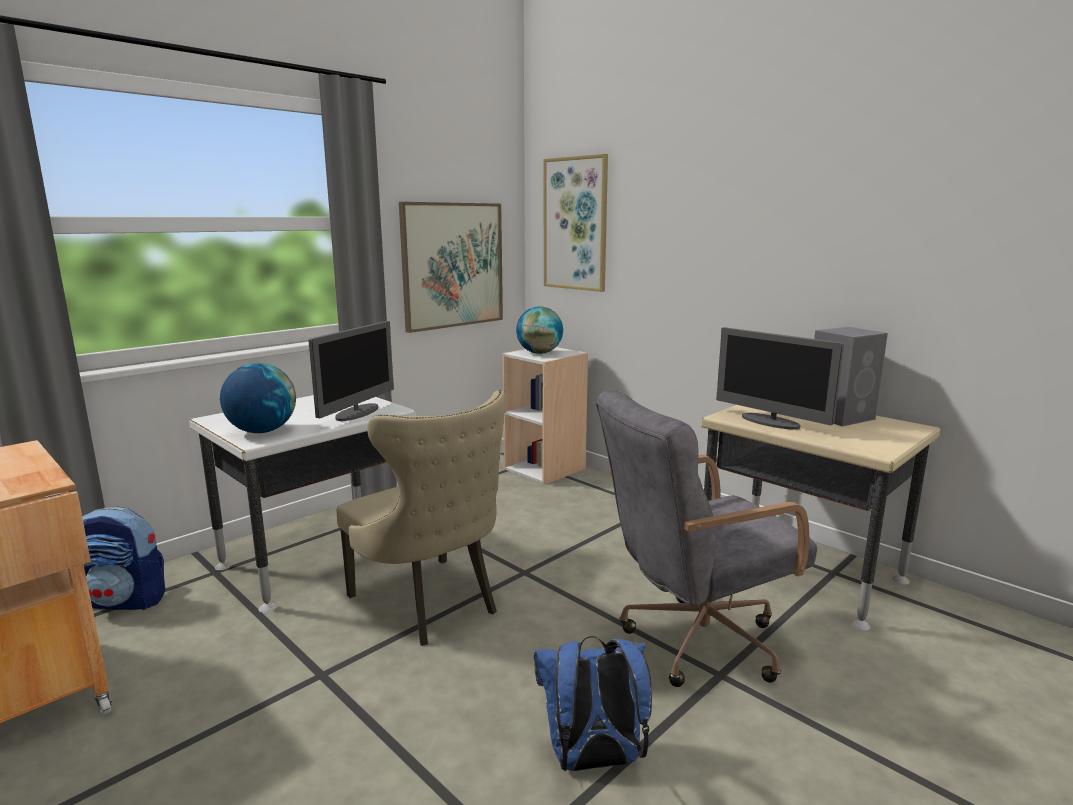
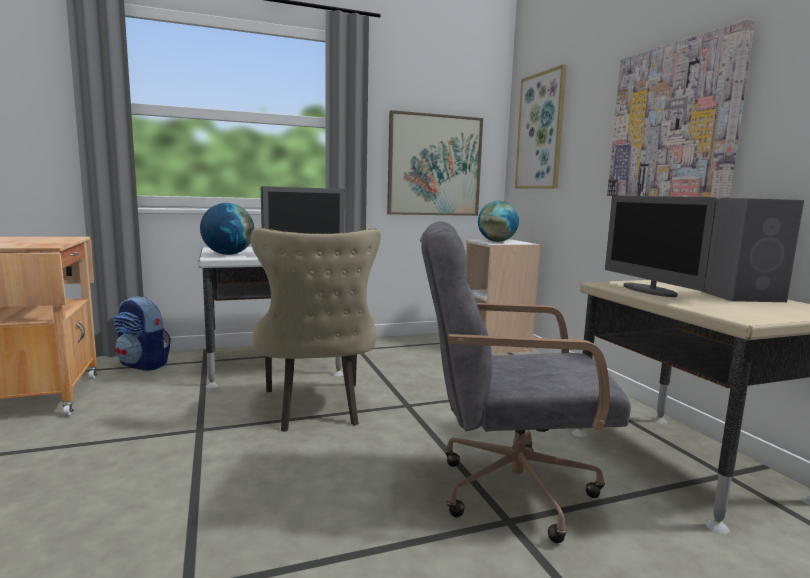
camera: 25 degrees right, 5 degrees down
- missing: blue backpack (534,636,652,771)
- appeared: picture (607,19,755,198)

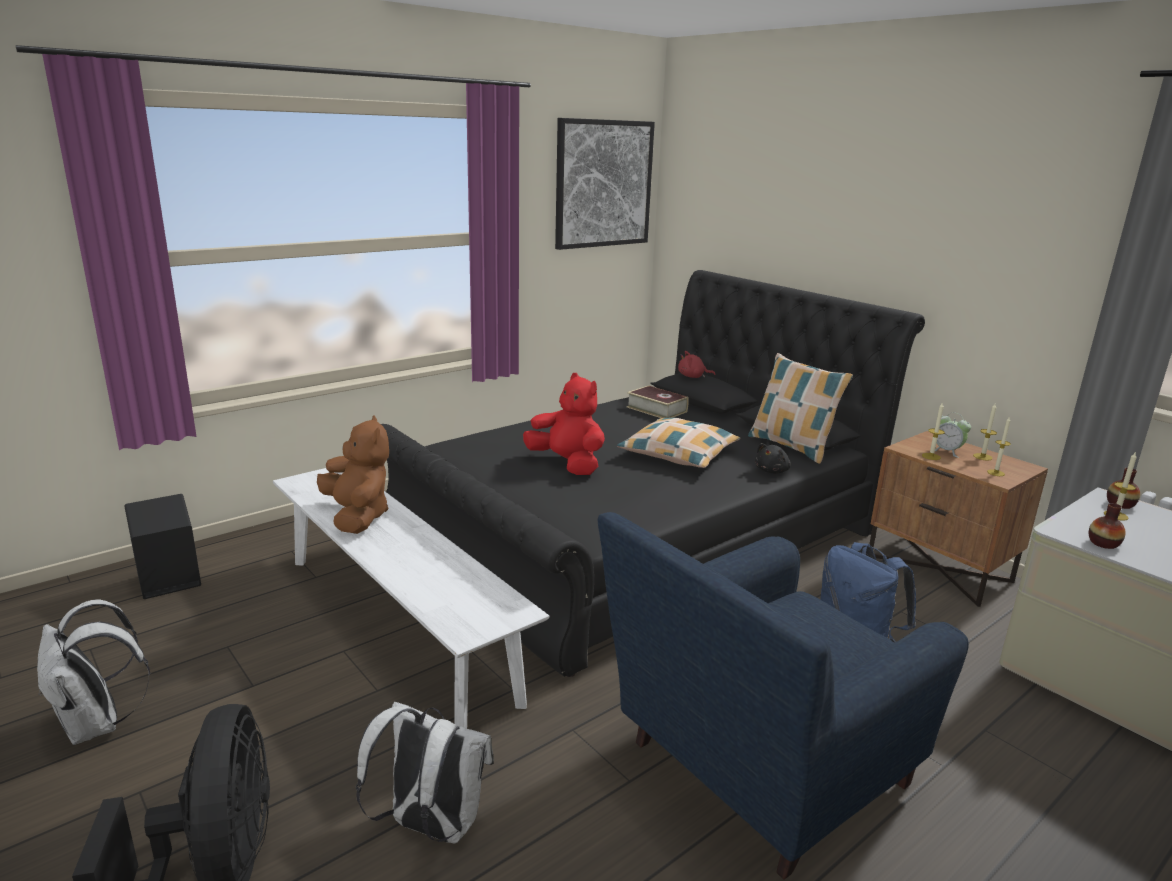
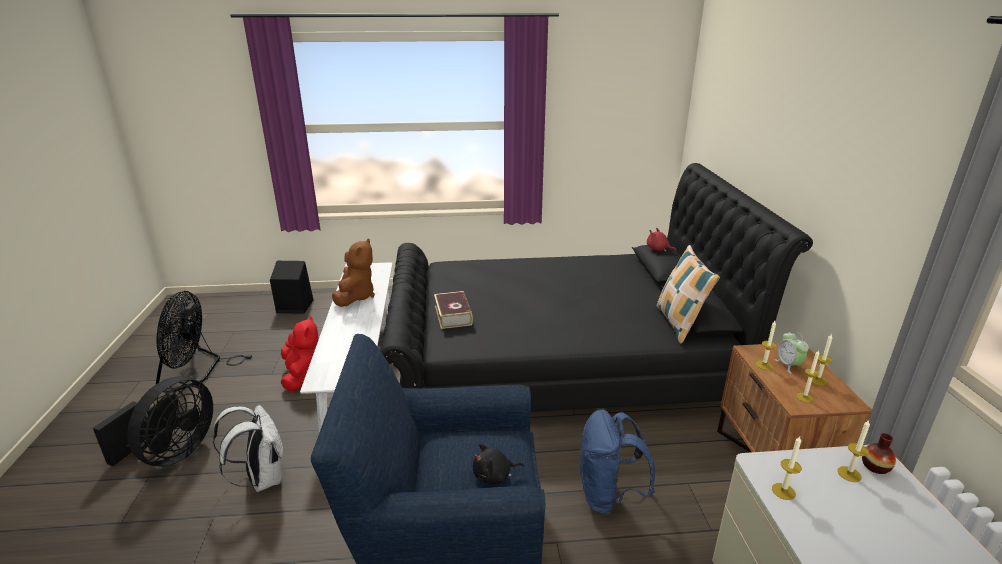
camera: 35 degrees right, 5 degrees up
- missing: picture (555,118,655,250)
- relocated: red plush toy (523,373,605,475) to (281,316,318,391)
- relocated: book (627,385,689,418) to (434,291,473,329)
- missing: pillow (617,418,740,468)
- relocated: black plush toy (755,443,791,473) to (473,444,524,484)
- exchanged: vase (1089,503,1126,549) to candle (772,436,802,500)
- exchanged: white backpack (37,599,150,745) to black fan (156,291,252,394)

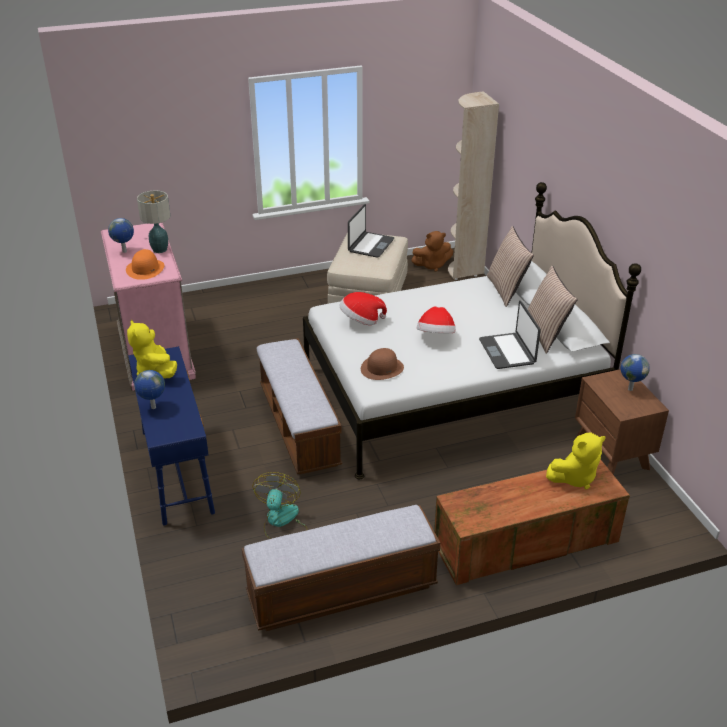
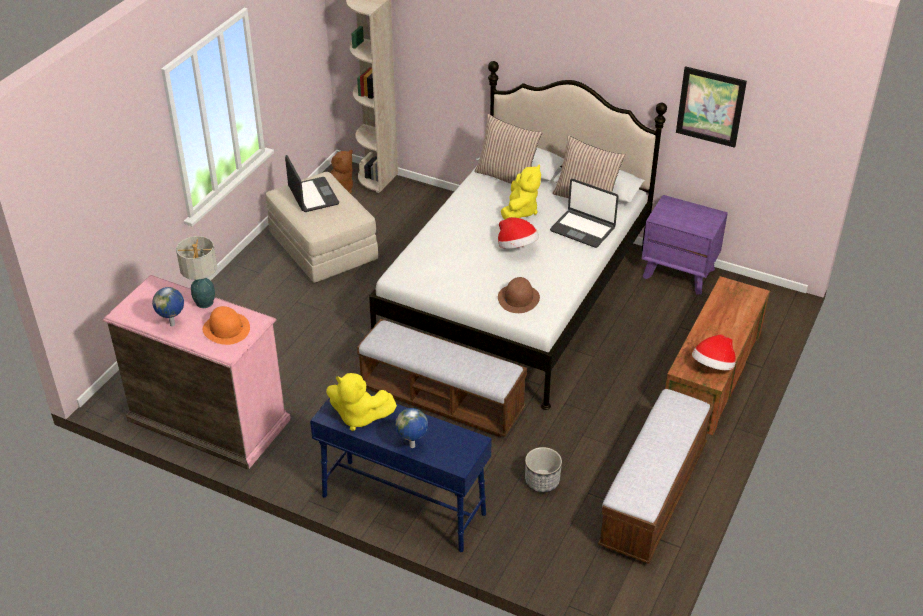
camera: 45 degrees left, 5 degrees up
- relocated: hat (339,292,387,325) to (692,335,736,370)
- missing: globe (620,354,650,391)
- colour: brown nightstand (575,369,669,475) to purple nightstand (642,195,728,295)
- relocated: yellow plush toy (546,432,605,489) to (501,164,541,220)
- exchanged: fan (252,472,308,539) to planter (525,447,562,492)
- appeared: picture (676,66,747,148)

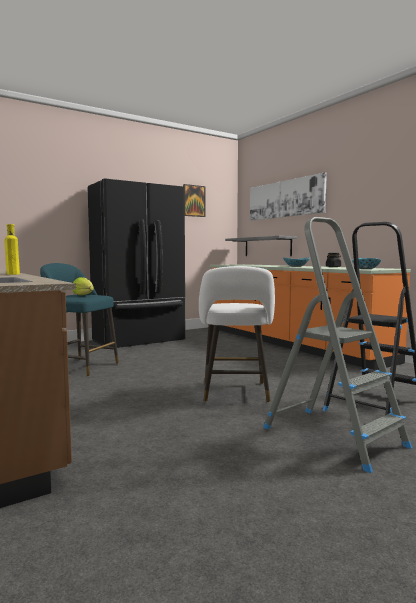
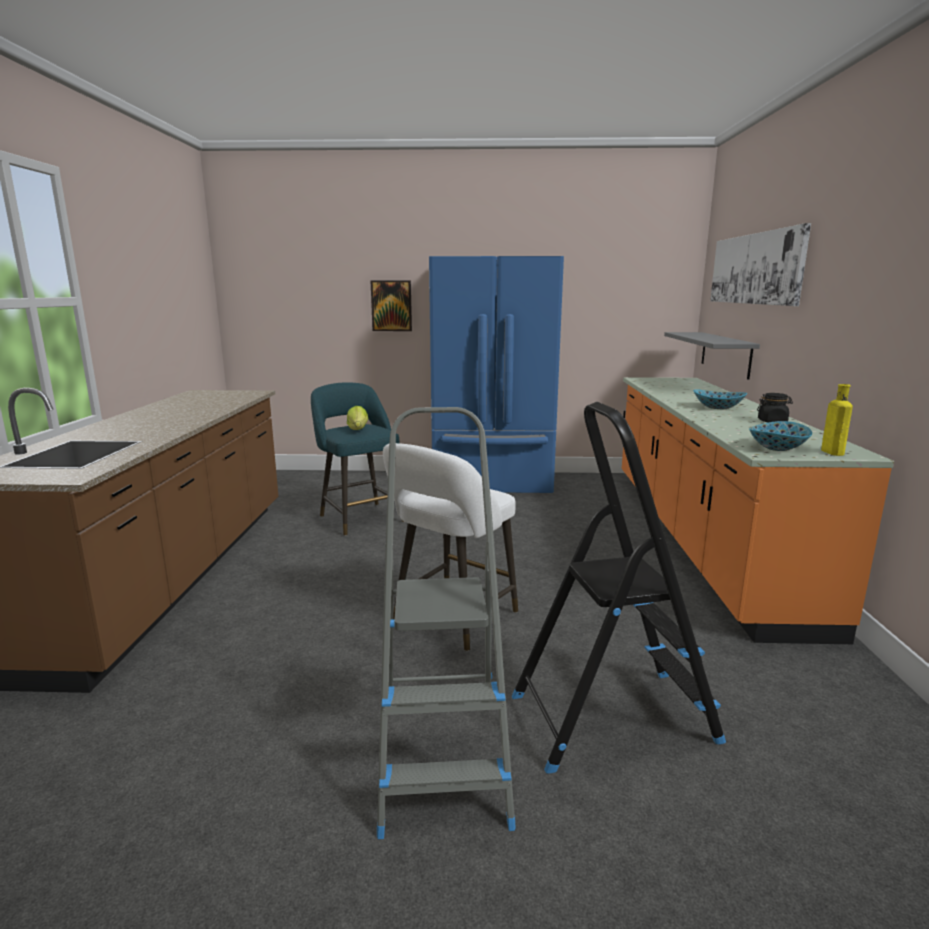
camera: 35 degrees right, 10 degrees up
- colour: black fridge (88,179,185,348) to blue fridge (429,256,564,493)
- relocated: picture (183,184,205,217) to (370,280,412,331)
- relocated: yellow bottle (5,224,20,275) to (821,384,853,456)

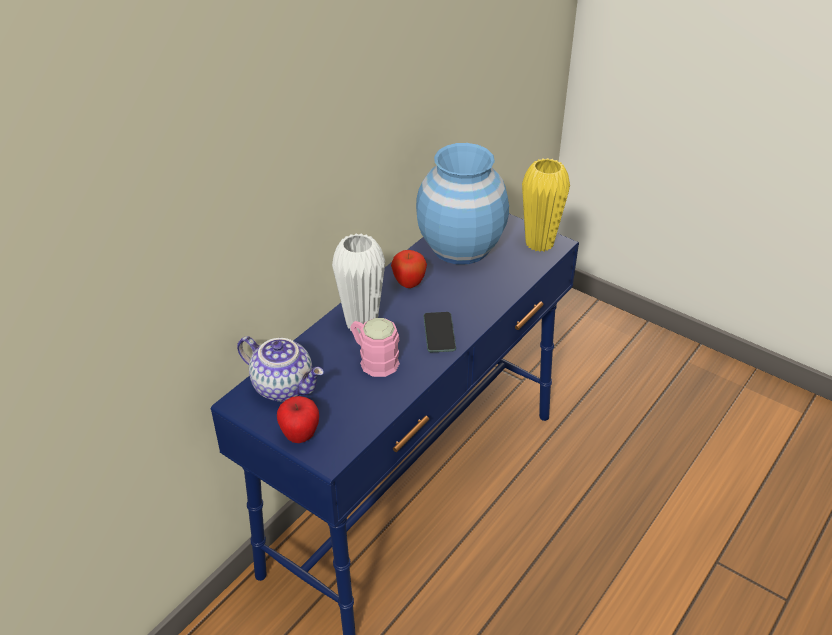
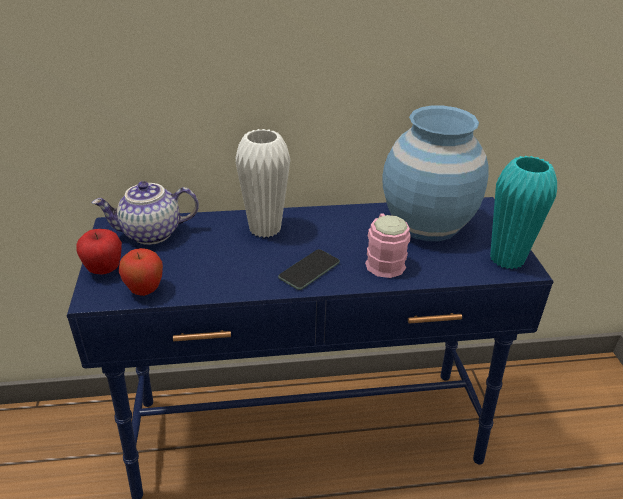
camera: 45 degrees right, 5 degrees down
- colour: yellow vase (522,158,570,252) to turquoise vase (490,156,557,269)
- relocated: apple (391,250,427,288) to (119,248,163,296)
- relocated: pink mug (350,318,400,377) to (365,213,411,278)
- spun: teapot (237,336,324,401) = (92,181,199,245) 90 degrees clockwise

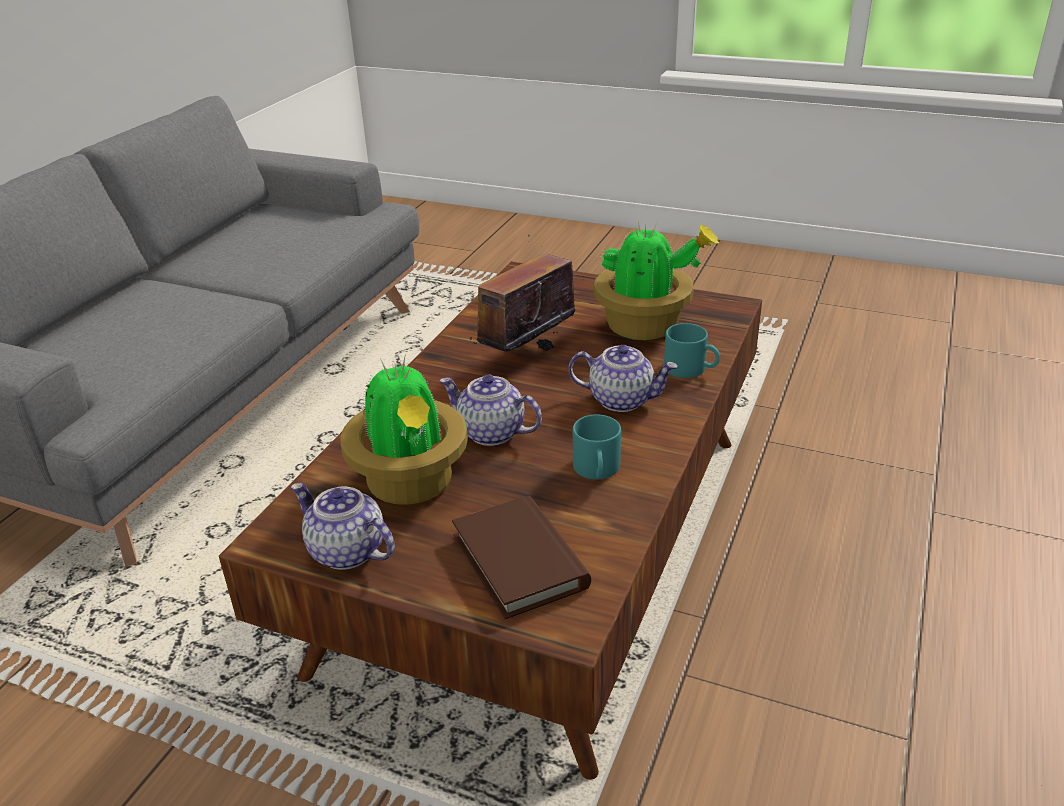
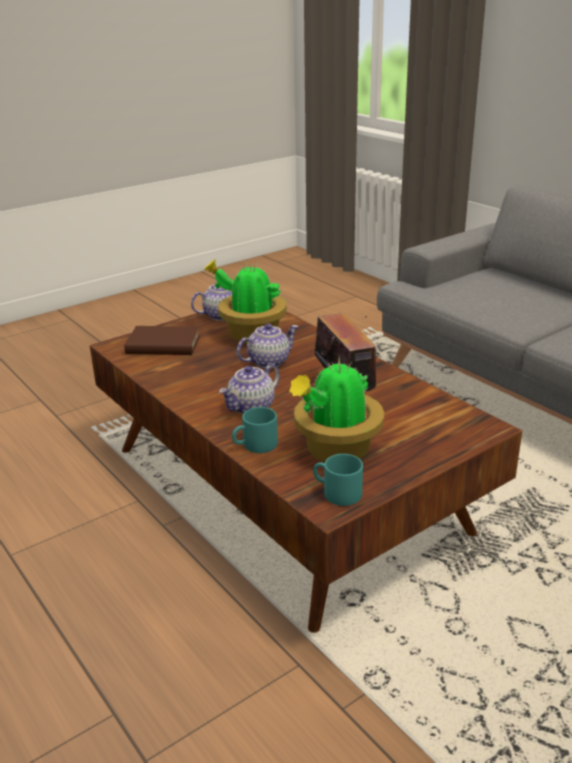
camera: 120 degrees right, 5 degrees down
- relocated: turquoise mug (573,414,621,480) to (313,454,363,506)

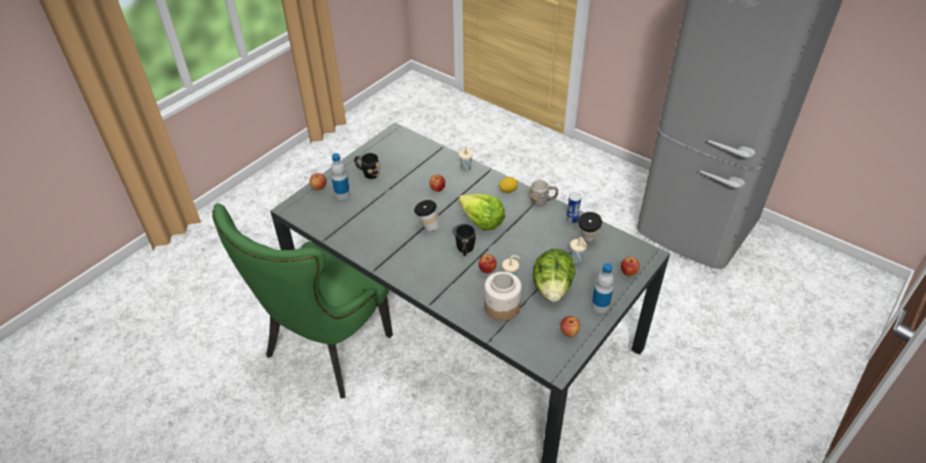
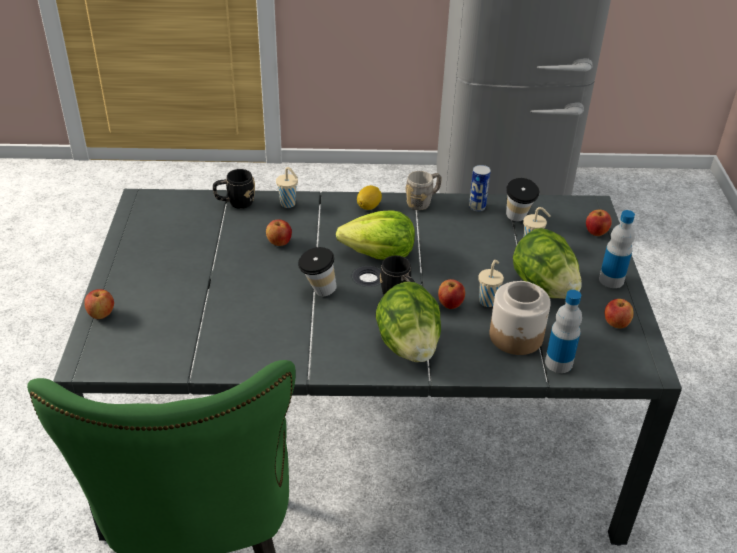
camera: 40 degrees left, 5 degrees down
- relocated: bottle (331,153,350,200) to (545,290,582,373)
- relocated: black mug (354,153,380,179) to (213,169,255,209)
- appeared: lettuce (376,282,441,362)

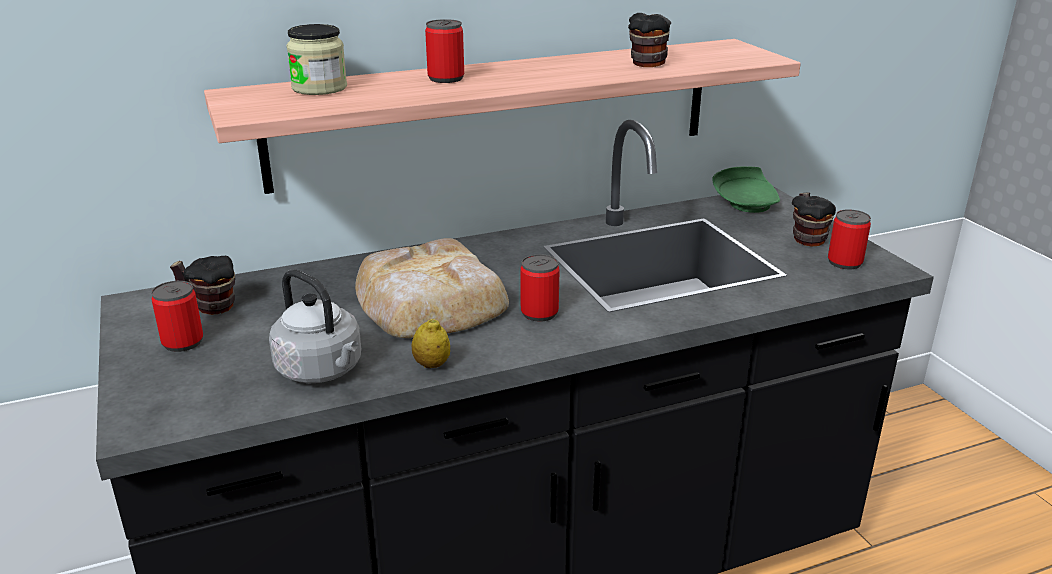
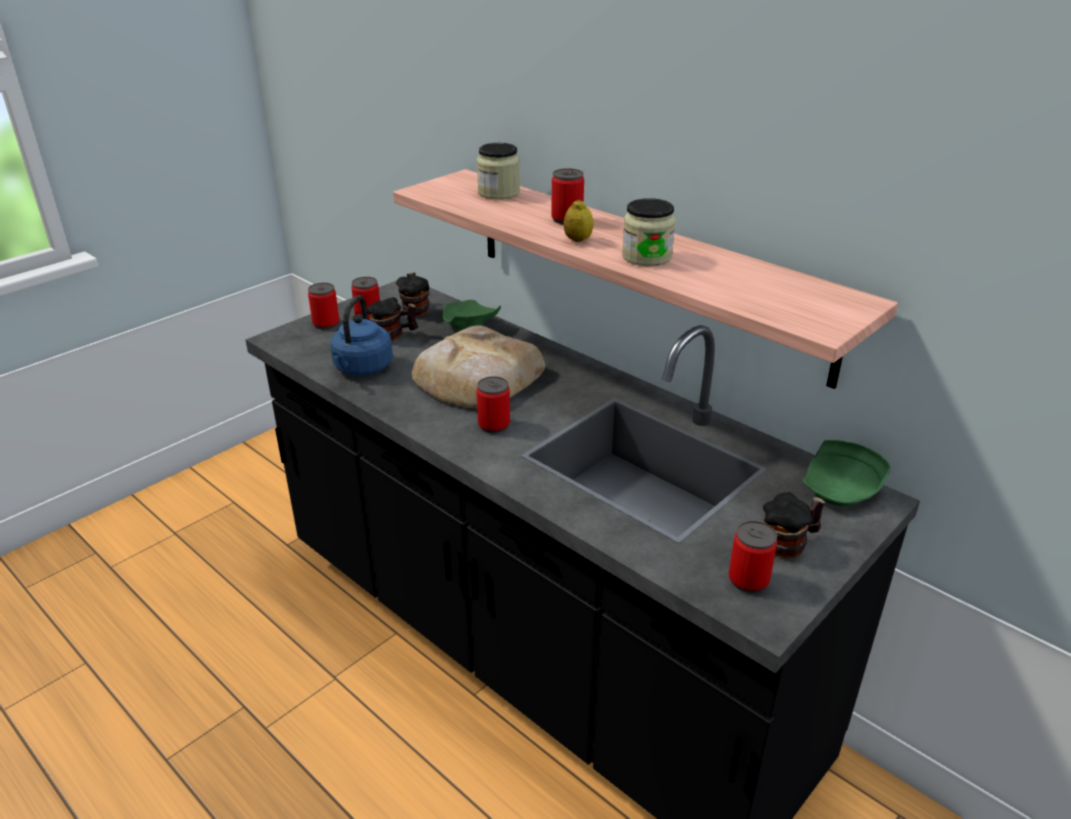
camera: 65 degrees right, 5 degrees up
- relocated: mug (628,13,671,67) to (367,297,418,341)
- colour: grey kettle (269,269,361,383) to blue kettle (330,295,393,376)
- relocated: lemon (412,318,450,368) to (564,200,594,242)
- appeared: jar (622,198,675,266)
- appeared: can (308,283,339,330)
- appeared: green plate (443,300,501,330)

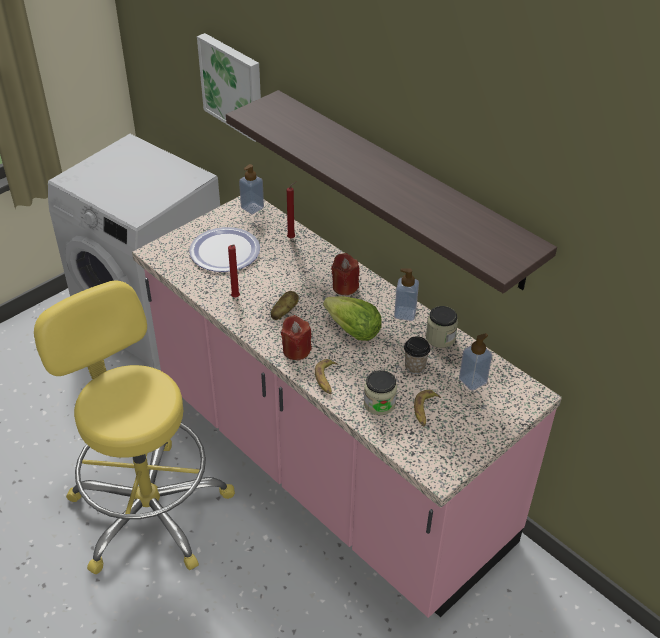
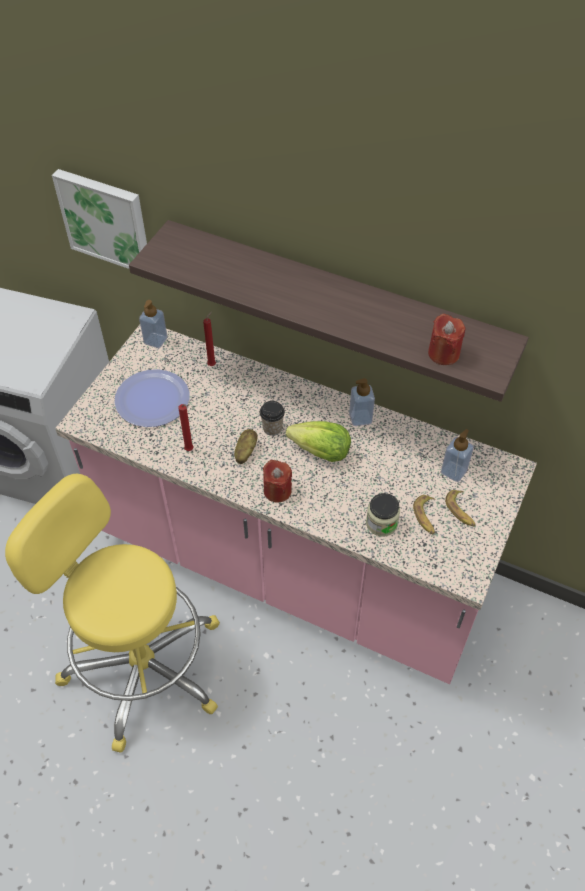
camera: 20 degrees left, 10 degrees up
- relocated: red candle (331,253,359,295) to (428,313,465,365)
- missing: jar (426,306,458,348)
- relocated: cup (404,336,430,374) to (260,401,285,436)
- relocated: banana (315,359,338,394) to (445,490,476,526)

